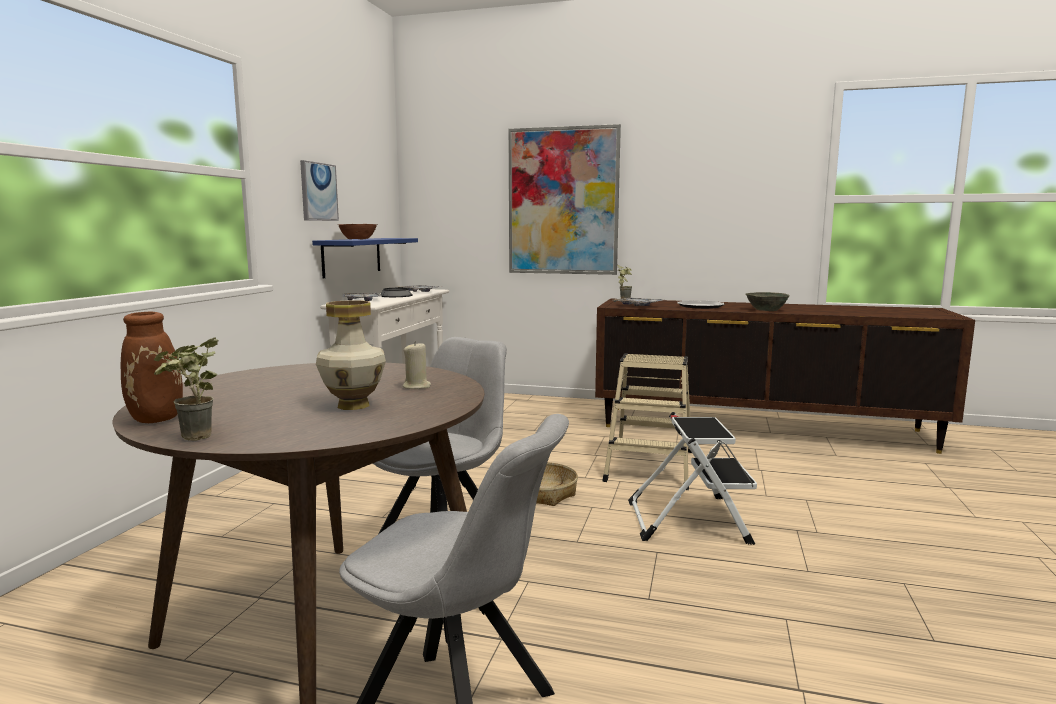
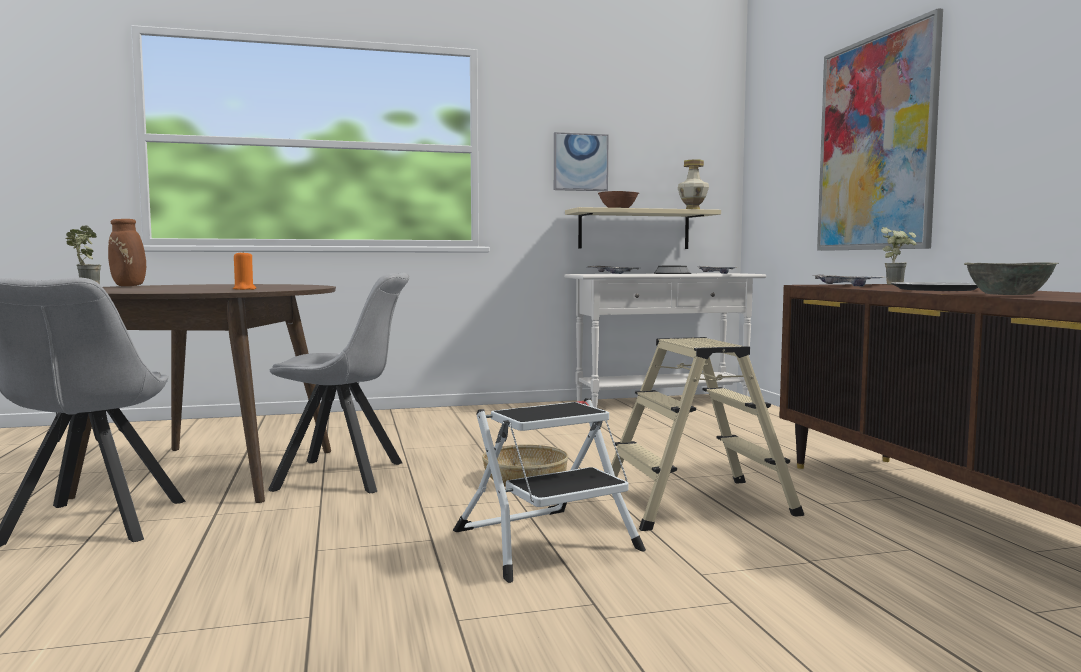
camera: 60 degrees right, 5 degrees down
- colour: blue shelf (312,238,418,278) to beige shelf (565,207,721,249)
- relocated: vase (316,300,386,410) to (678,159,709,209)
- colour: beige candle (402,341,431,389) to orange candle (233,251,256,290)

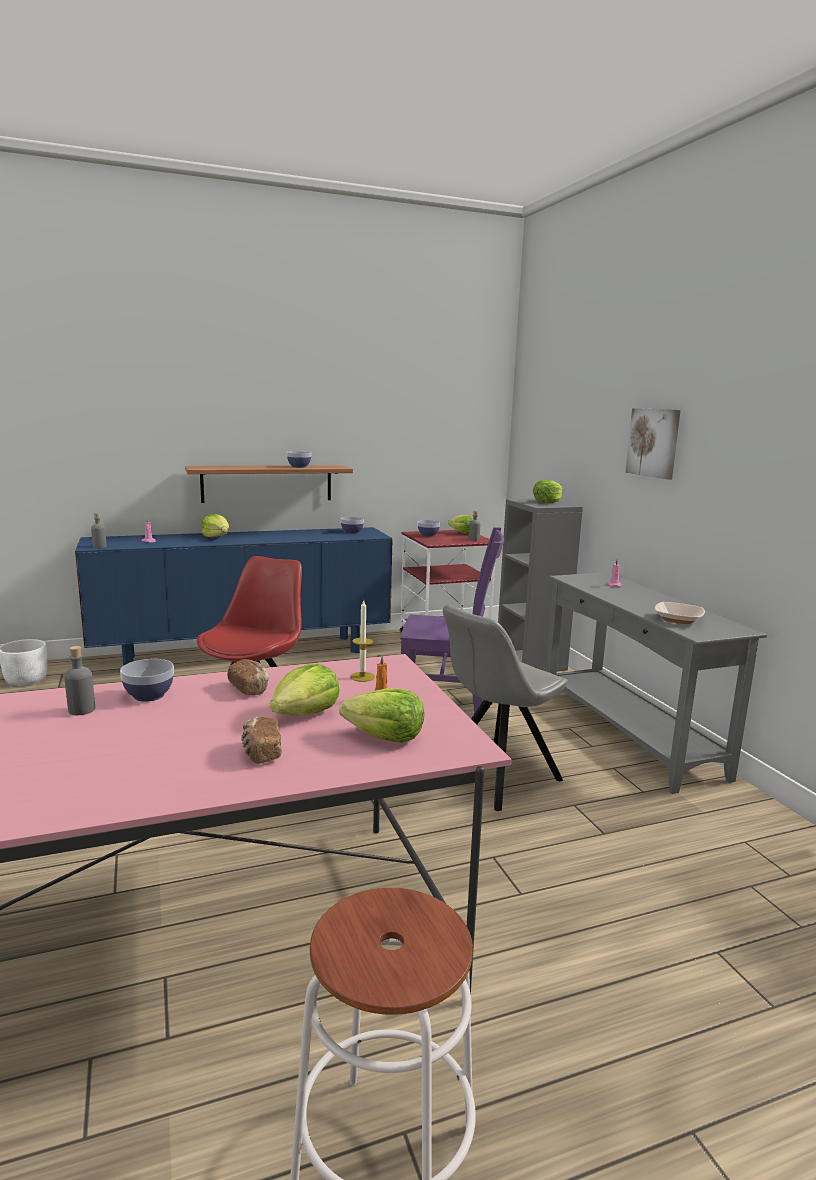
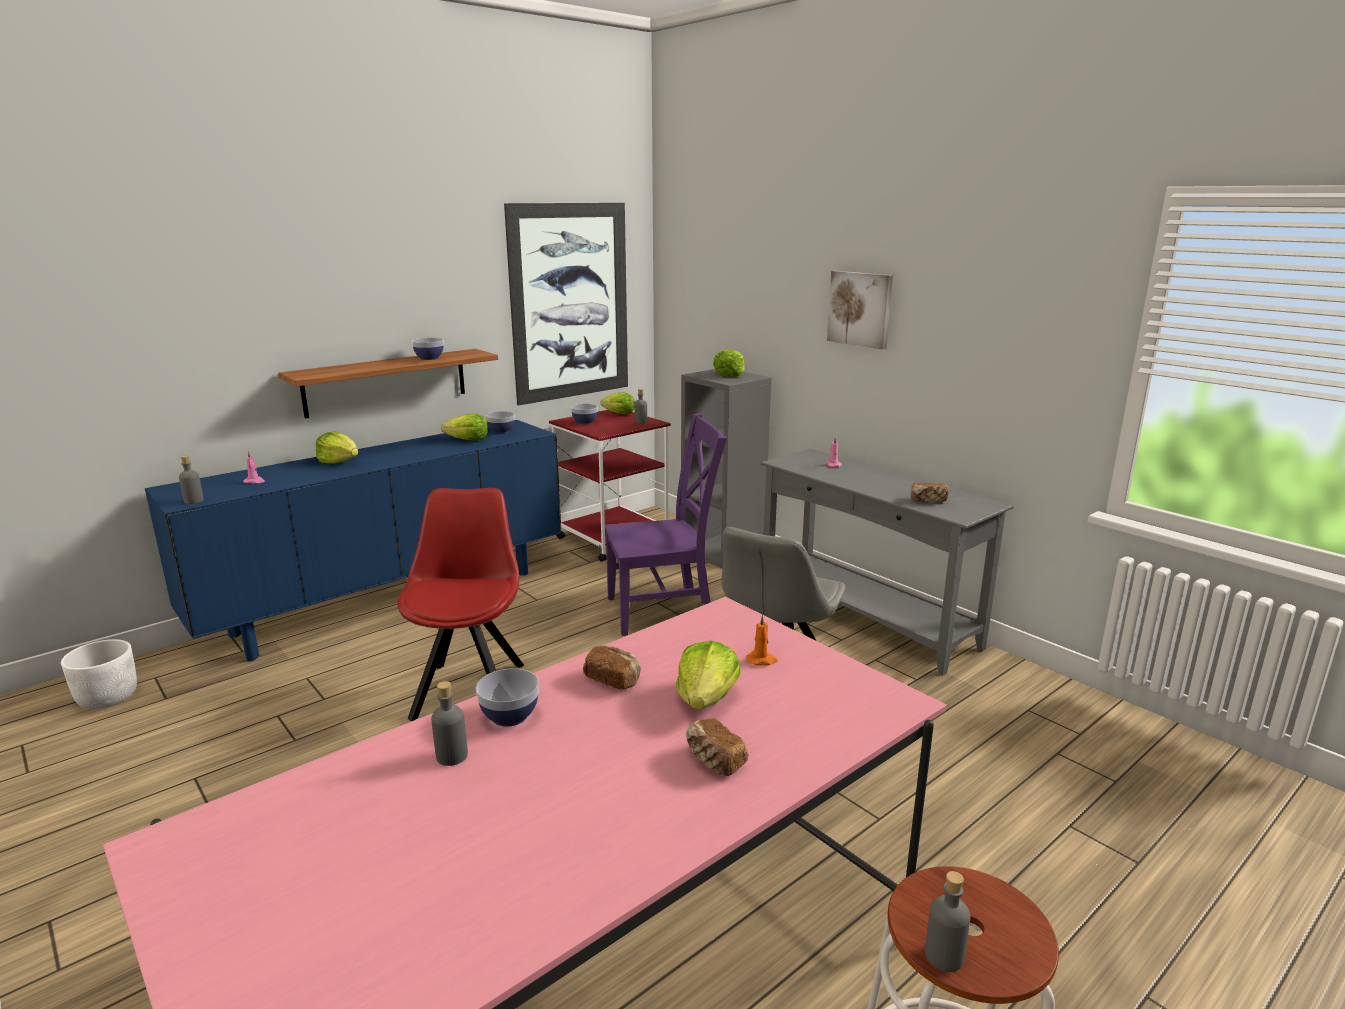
camera: 20 degrees left, 5 degrees up
- missing: candle (350,600,375,682)
- exchanged: bowl (655,602,705,624) to bread (911,483,949,503)
- relocated: lettuce (339,688,424,743) to (441,414,488,441)
- appeared: picture (504,203,628,406)
- appeared: grey bottle (925,871,970,972)

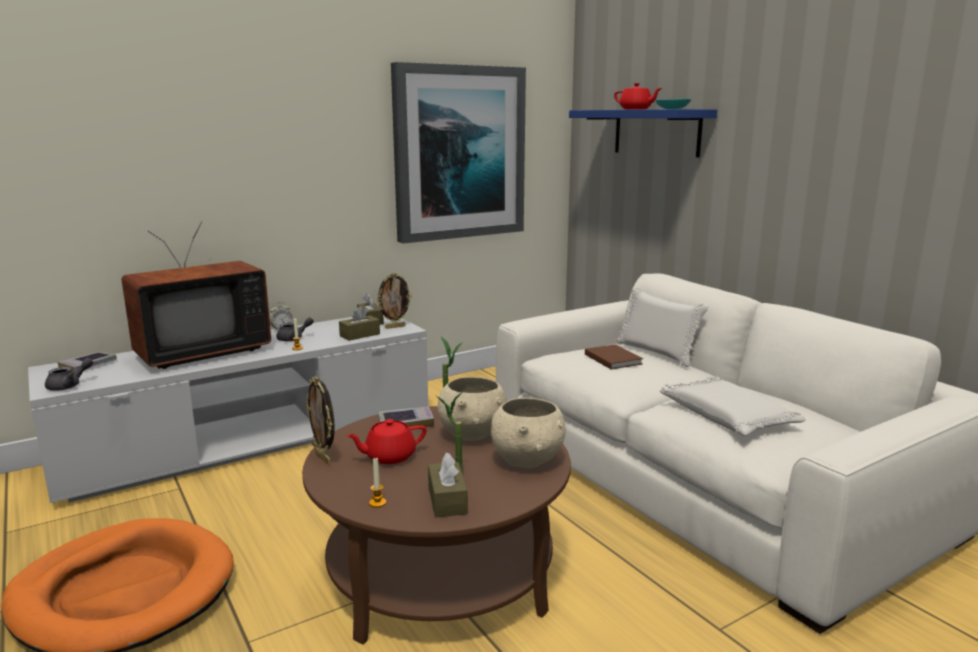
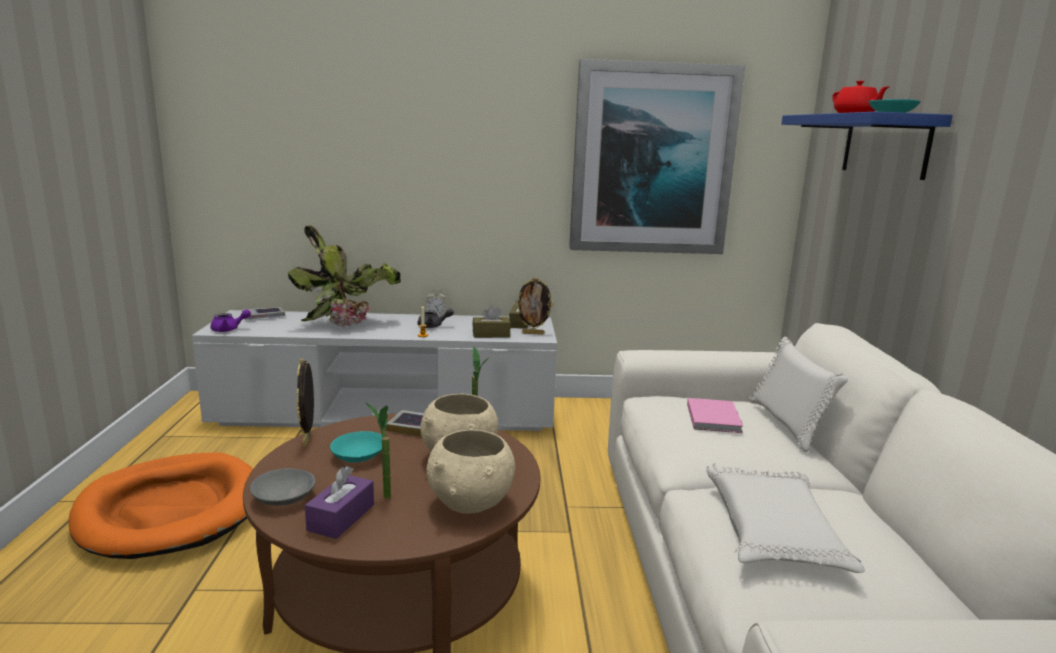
camera: 30 degrees right, 0 degrees up
- exchanged: television (122,221,271,369) to potted plant (288,225,401,328)
- colour: brown book (585,344,643,369) to pink book (687,398,743,433)
- colour: grey teapot (45,358,93,391) to purple teapot (210,309,251,332)
- exchanged: red teapot (346,419,427,464) to turquoise bowl (330,431,382,463)
- colour: brown tissue box (428,452,468,517) to purple tissue box (305,466,374,539)
- exchanged: candle (369,457,386,508) to grey bowl (250,468,315,506)

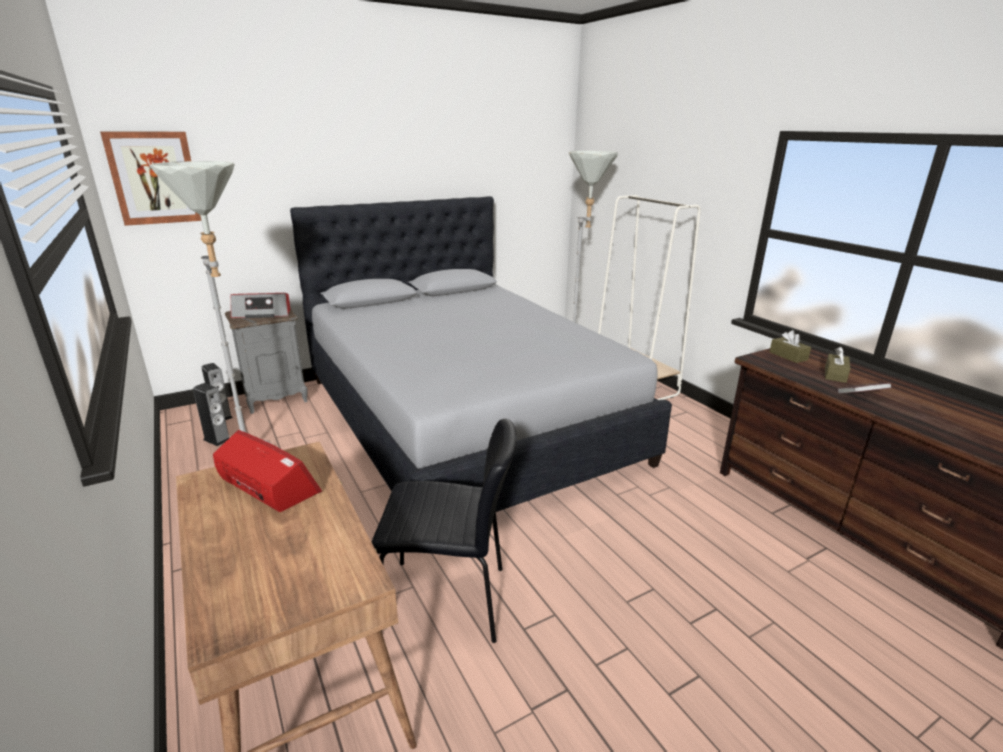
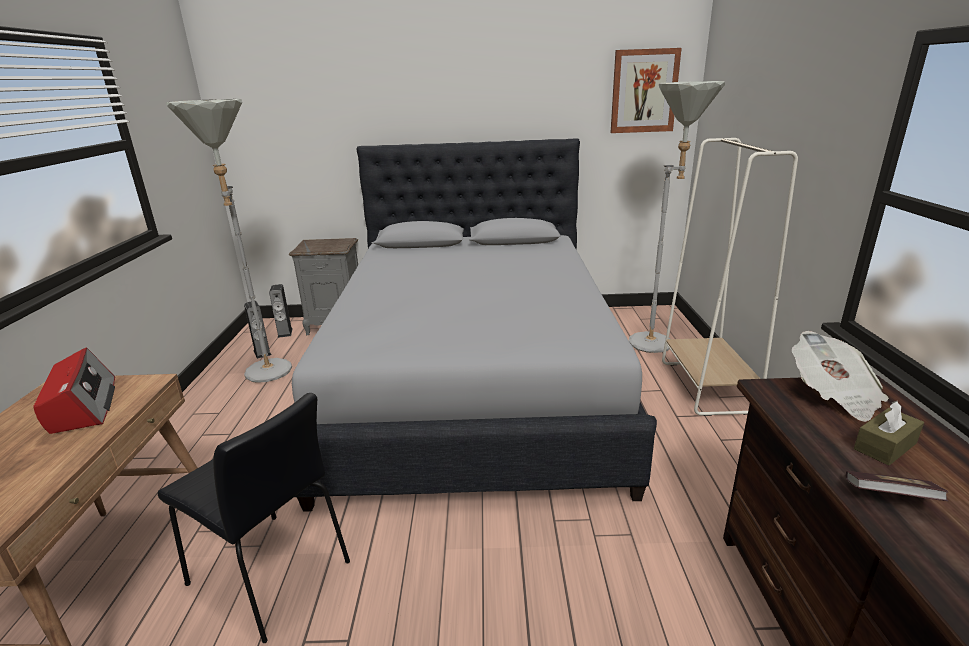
camera: 30 degrees right, 0 degrees up
- relocated: picture (100,132,201,226) to (611,48,682,133)
- missing: radio (231,293,290,318)
- exchanged: brown tissue box (770,330,811,363) to newspaper (792,331,889,422)

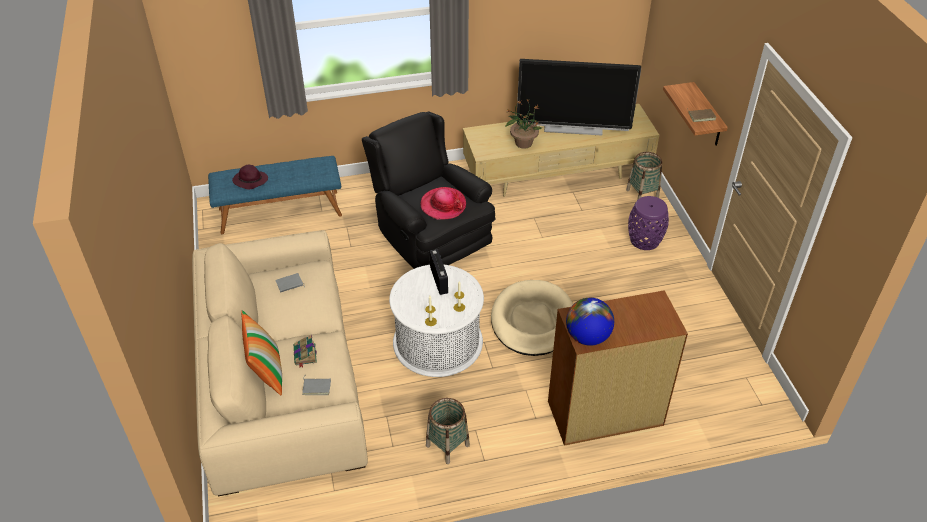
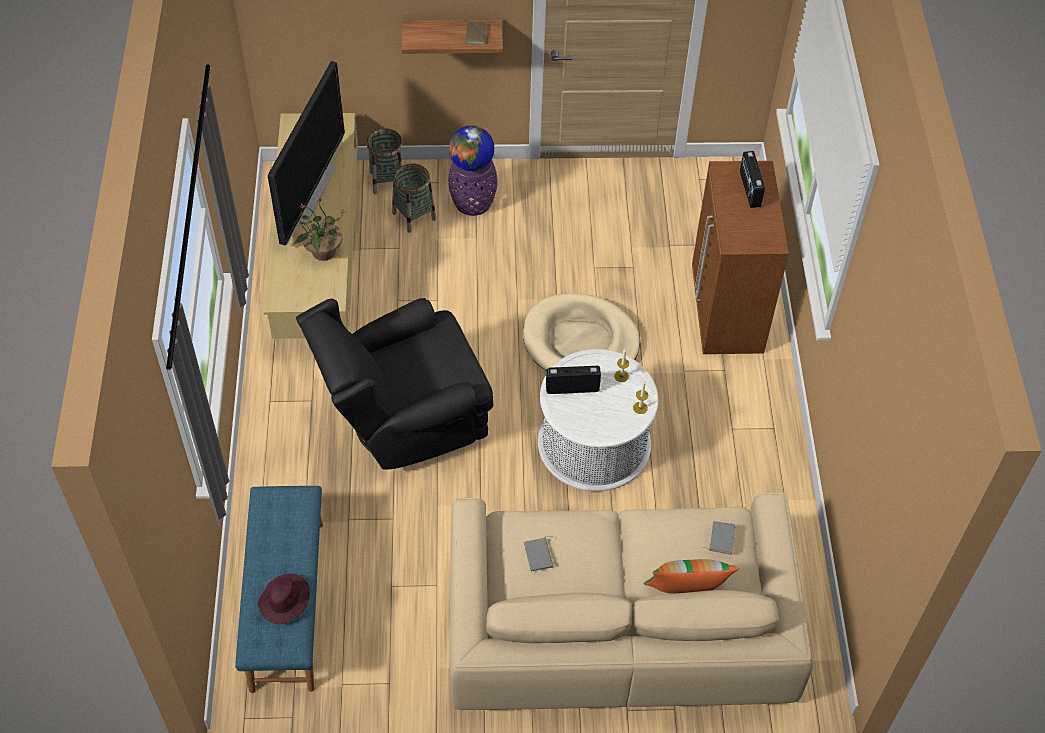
camera: 80 degrees left, 10 degrees up
- missing: hat (420,187,466,220)
- relocated: globe (566,298,614,346) to (449,125,494,171)
- missing: book (294,335,317,367)
- relocated: basket (426,398,470,464) to (392,164,436,233)
- appeared: radio (740,151,765,208)

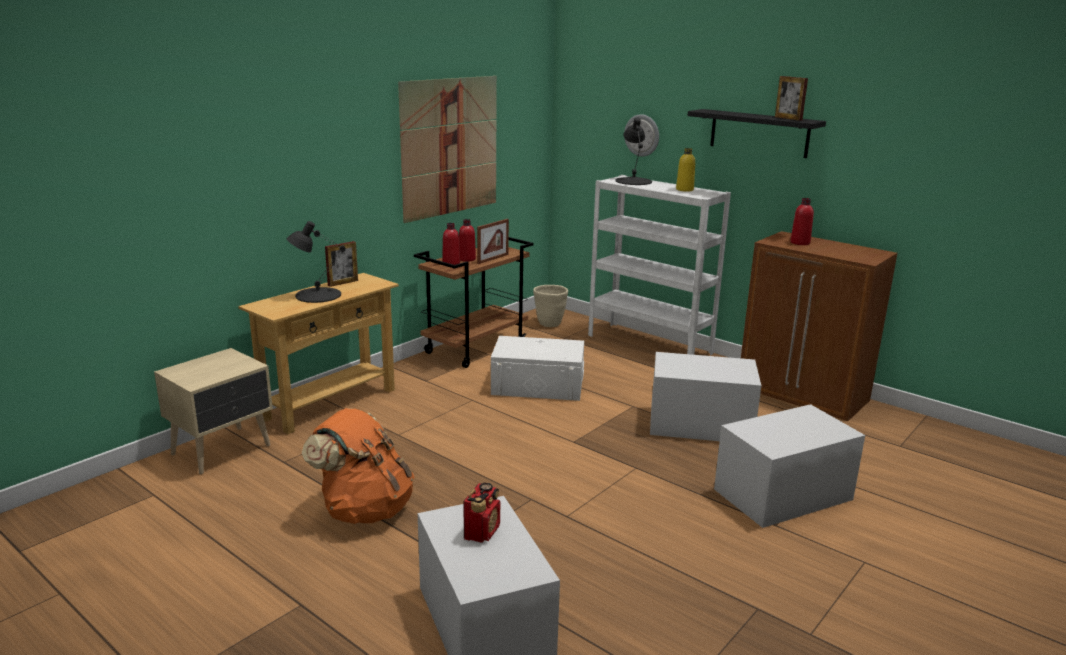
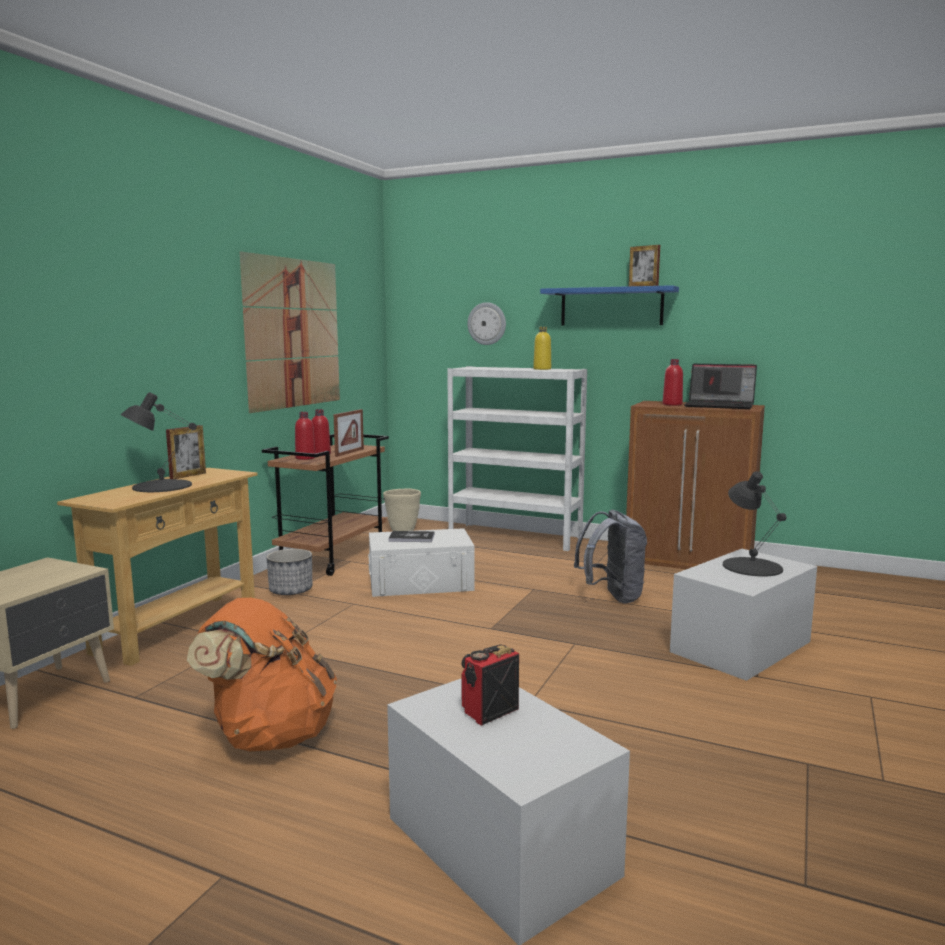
camera: 15 degrees left, 10 degrees down
- colour: black shelf (688,109,826,158) to blue shelf (540,285,679,326)
- relocated: black table lamp (615,117,652,185) to (723,471,786,577)
- exchanged: white storage box (650,352,761,441) to grey backpack (574,510,647,603)
- spun: radio (463,483,500,543) = (461,644,519,726) 135 degrees counterclockwise
- appeared: laptop (684,364,757,409)
- appeared: book (388,531,434,542)
- appeared: planter (266,549,312,595)

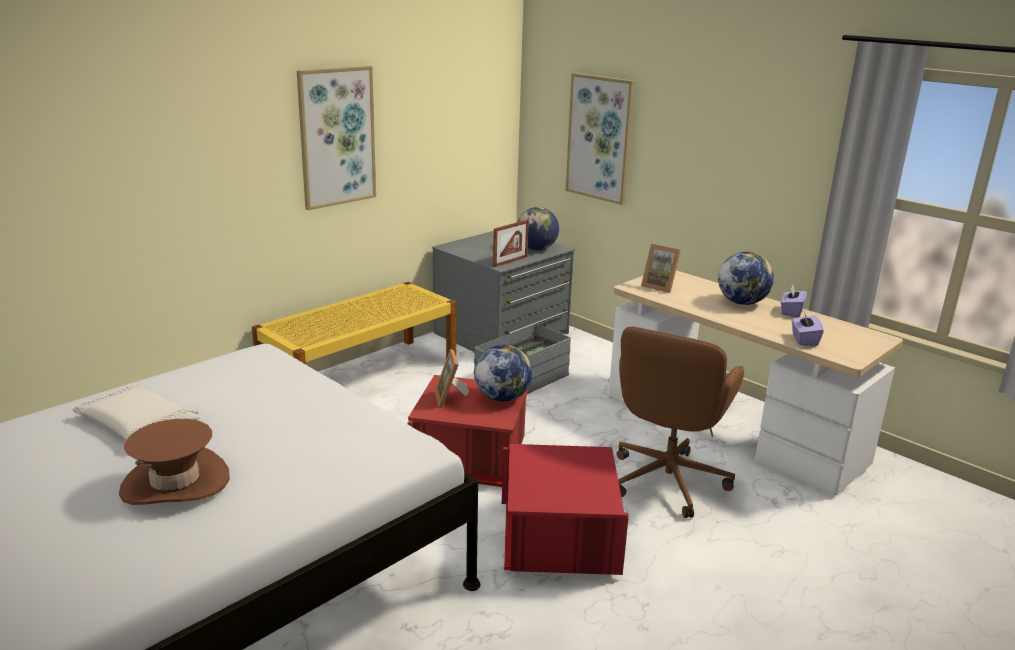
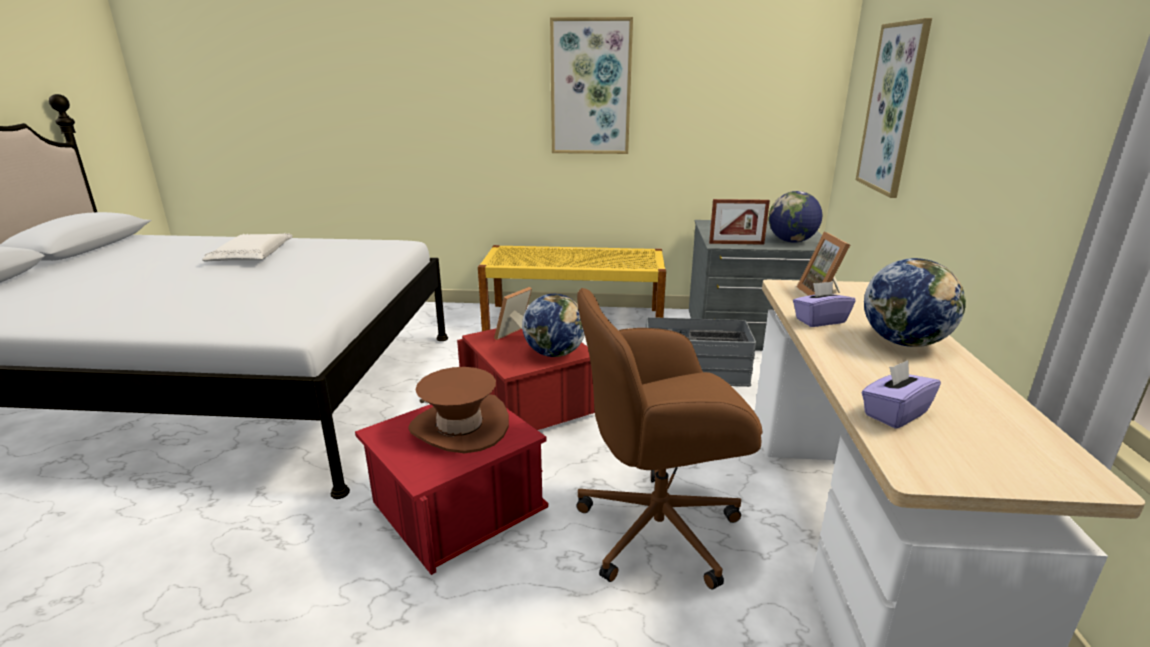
camera: 50 degrees right, 0 degrees up
- relocated: purple tissue box (781,284,807,317) to (793,281,855,327)
- relocated: brown hat (119,419,230,505) to (408,367,509,453)

